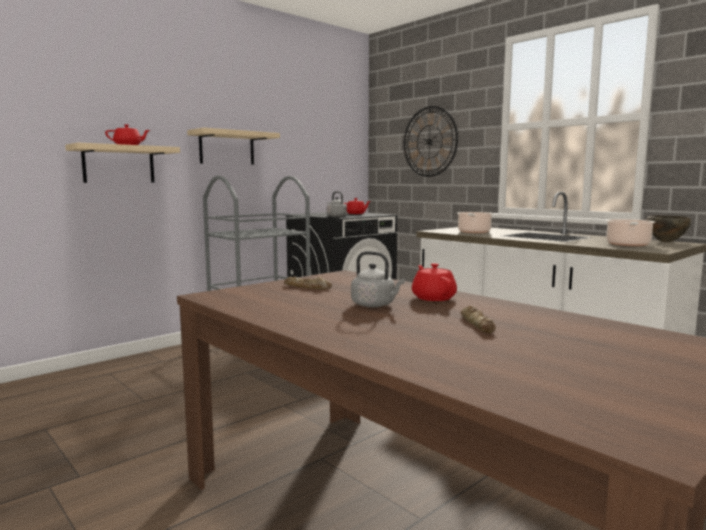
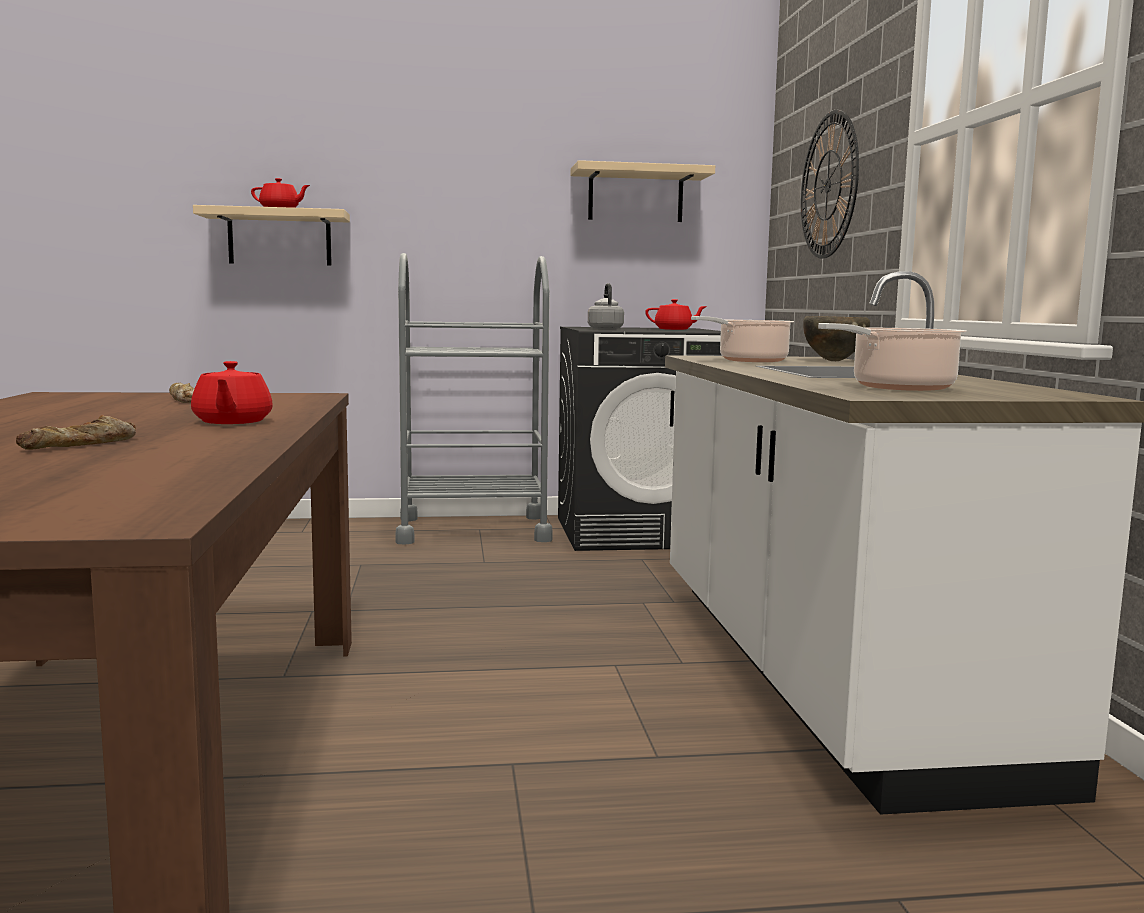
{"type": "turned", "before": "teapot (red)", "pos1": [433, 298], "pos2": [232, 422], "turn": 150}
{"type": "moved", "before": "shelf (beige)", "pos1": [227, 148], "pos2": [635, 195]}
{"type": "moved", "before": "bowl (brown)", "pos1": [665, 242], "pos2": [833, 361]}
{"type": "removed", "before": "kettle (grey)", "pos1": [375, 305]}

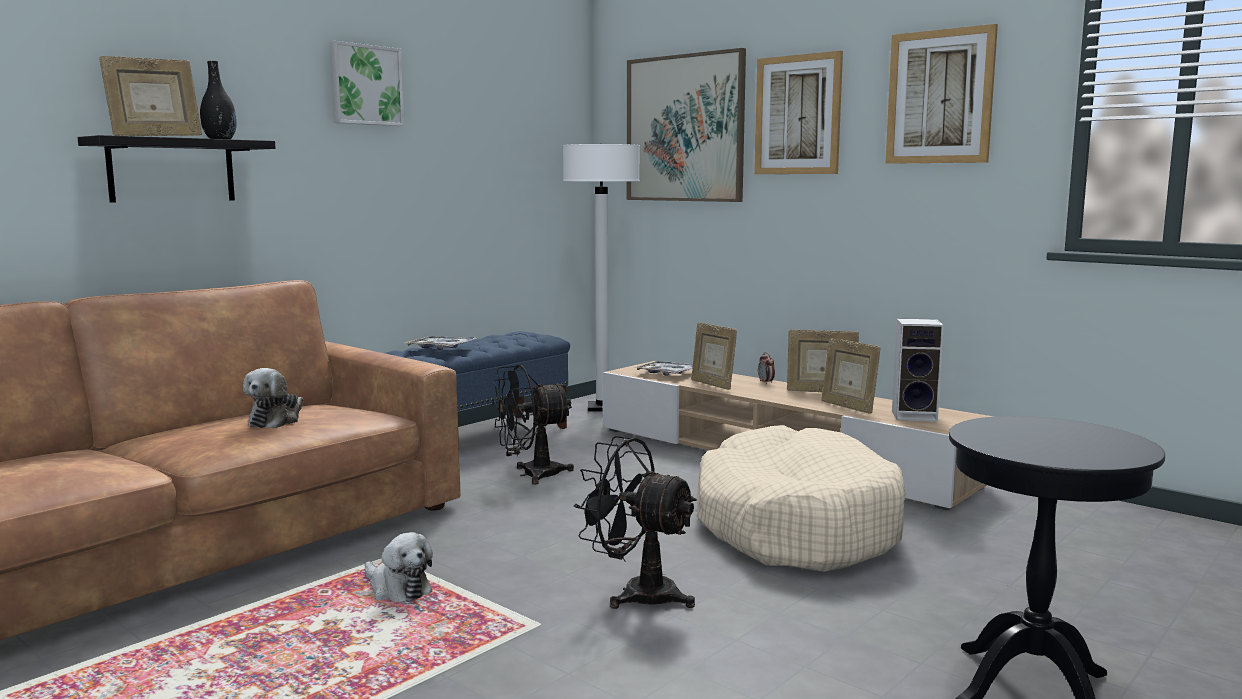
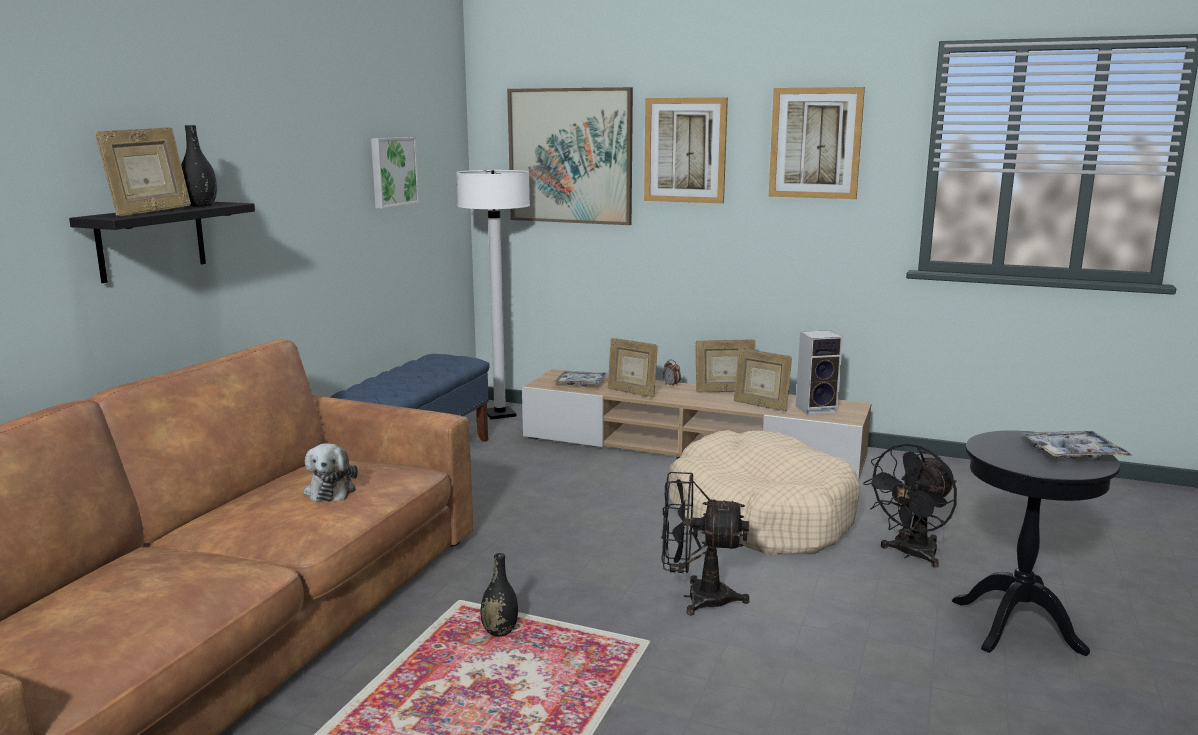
{"type": "moved", "before": "picture", "pos1": [365, 85], "pos2": [392, 171]}
{"type": "replaced", "before": "plush toy", "after": "vase (black)", "pos1": [397, 589], "pos2": [500, 631]}
{"type": "moved", "before": "fan (black)", "pos1": [531, 475], "pos2": [911, 555]}
{"type": "moved", "before": "tray", "pos1": [441, 348], "pos2": [1072, 454]}

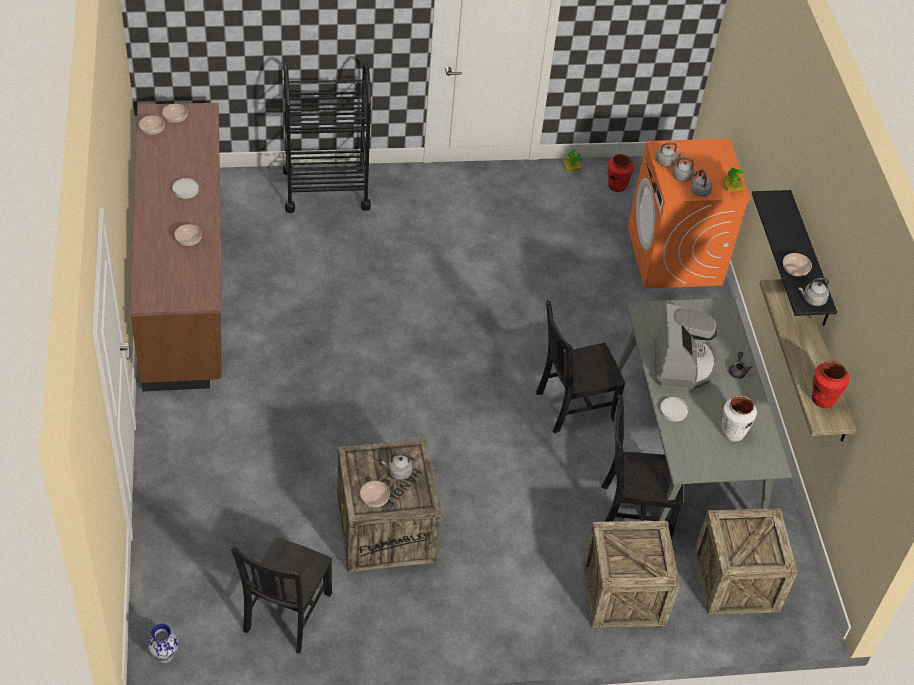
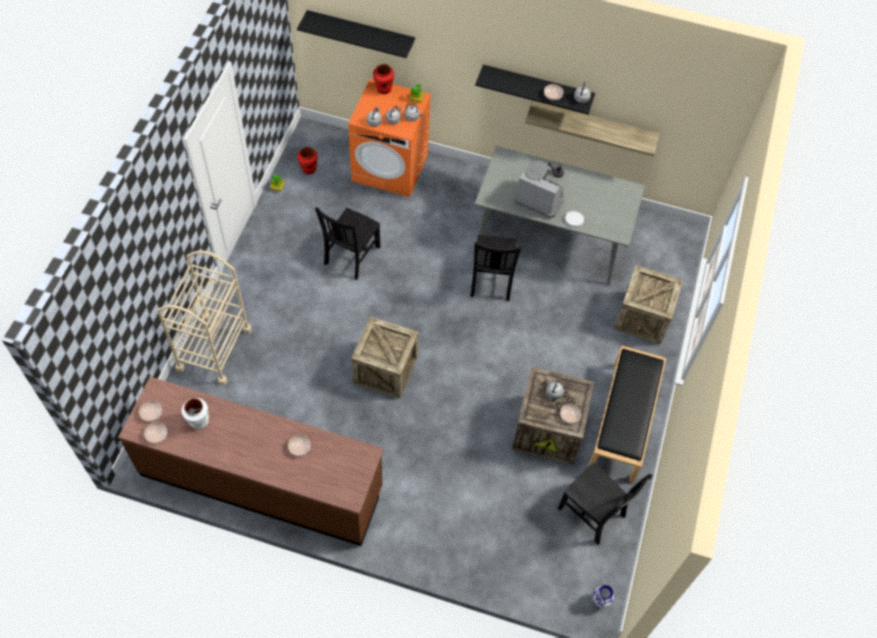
{"type": "recoloured", "before": "cart (black)", "after": "cart (beige)", "pos1": [326, 189], "pos2": [214, 349]}
{"type": "moved", "before": "vase (white)", "pos1": [732, 432], "pos2": [199, 421]}
{"type": "added", "after": "shelf (black)", "pos2": [361, 32]}
{"type": "moved", "before": "chair (black)", "pos1": [632, 511], "pos2": [351, 257]}
{"type": "moved", "before": "crate", "pos1": [736, 581], "pos2": [385, 369]}
{"type": "moved", "before": "vase (red)", "pos1": [822, 399], "pos2": [383, 89]}
{"type": "added", "after": "bench (black)", "pos2": [623, 422]}
{"type": "removed", "before": "plate (white)", "pos1": [185, 189]}

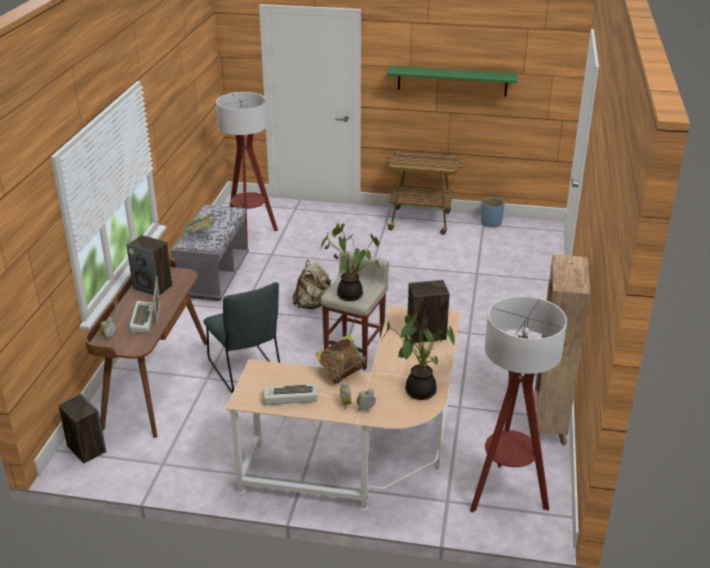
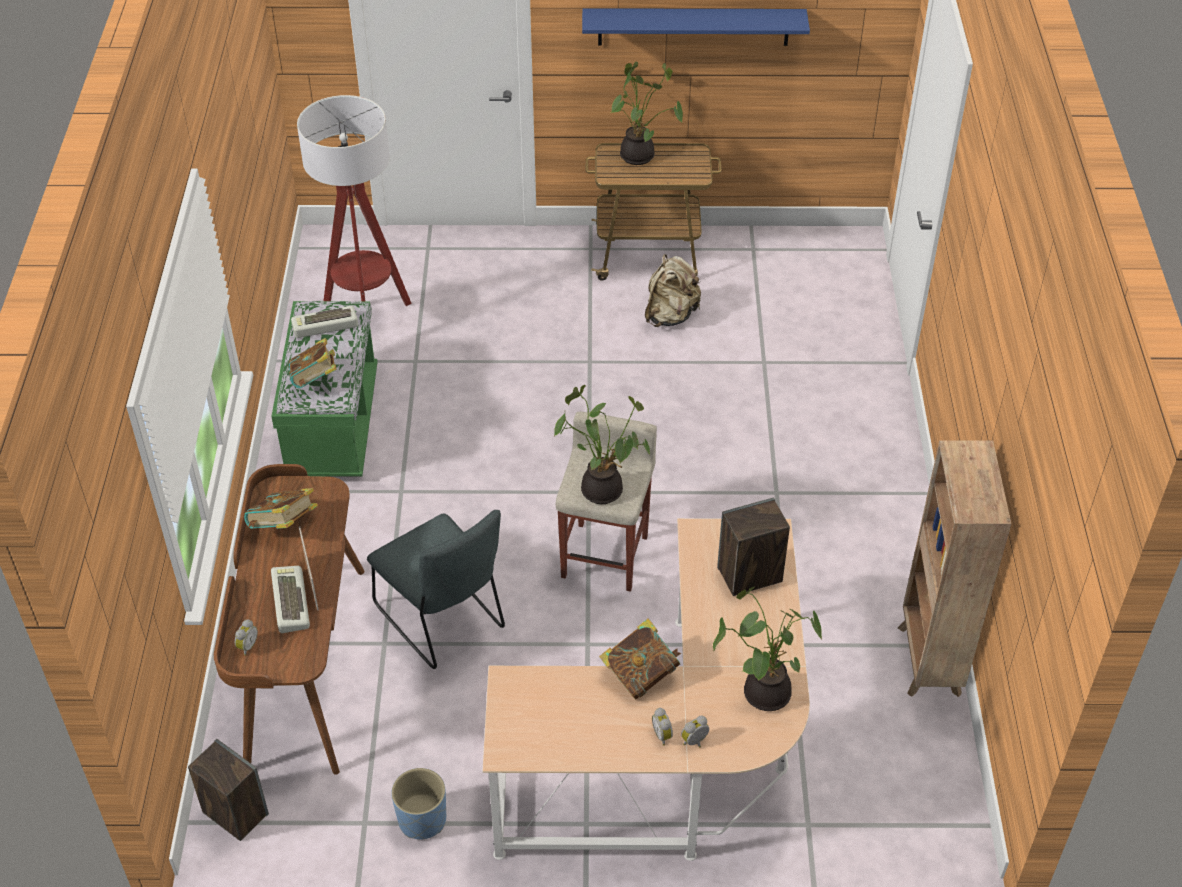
{"type": "replaced", "before": "speaker", "after": "book", "pos1": [153, 287], "pos2": [283, 526]}
{"type": "recoloured", "before": "bench (grey)", "after": "bench (green)", "pos1": [214, 277], "pos2": [332, 424]}
{"type": "moved", "before": "keyboard", "pos1": [289, 398], "pos2": [324, 326]}
{"type": "moved", "before": "planter (blue)", "pos1": [490, 223], "pos2": [422, 820]}
{"type": "recoloured", "before": "shelf (green)", "after": "shelf (blue)", "pos1": [452, 81], "pos2": [693, 26]}
{"type": "added", "after": "potted plant", "pos2": [640, 156]}
{"type": "moved", "before": "backpack (beige)", "pos1": [313, 304], "pos2": [670, 315]}
{"type": "removed", "before": "floor lamp", "pos1": [506, 494]}

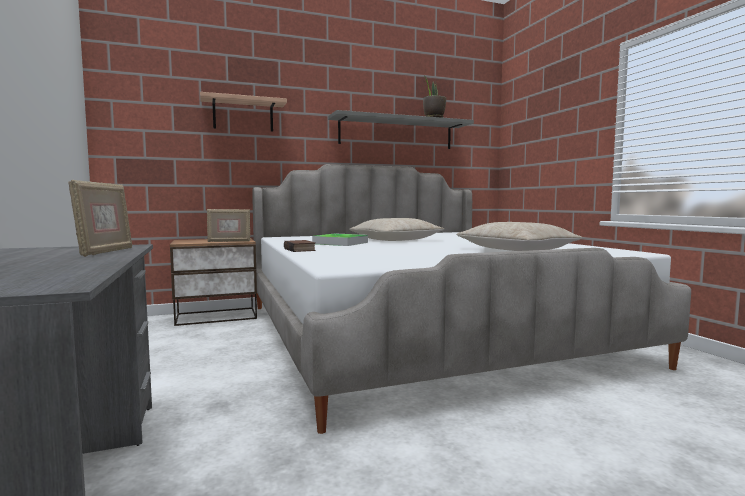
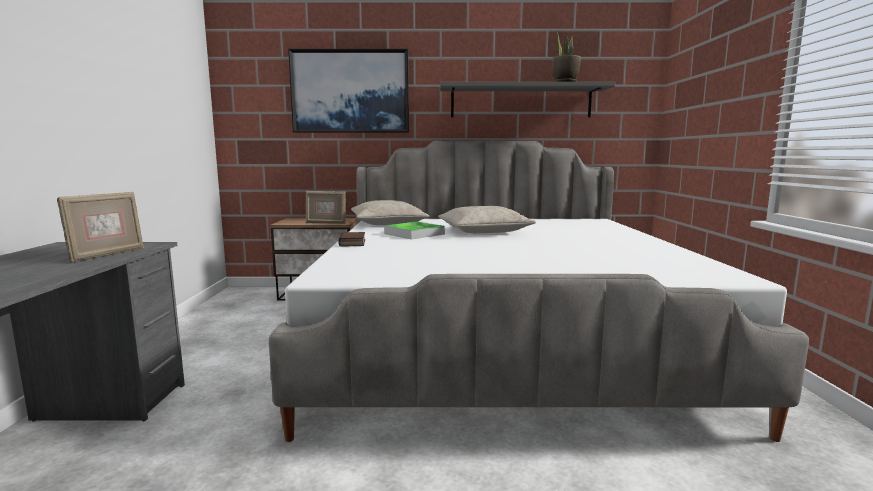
{"type": "replaced", "before": "shelf", "after": "picture", "pos1": [243, 115], "pos2": [350, 92]}
{"type": "moved", "before": "pillow (beige)", "pos1": [517, 249], "pos2": [388, 223]}

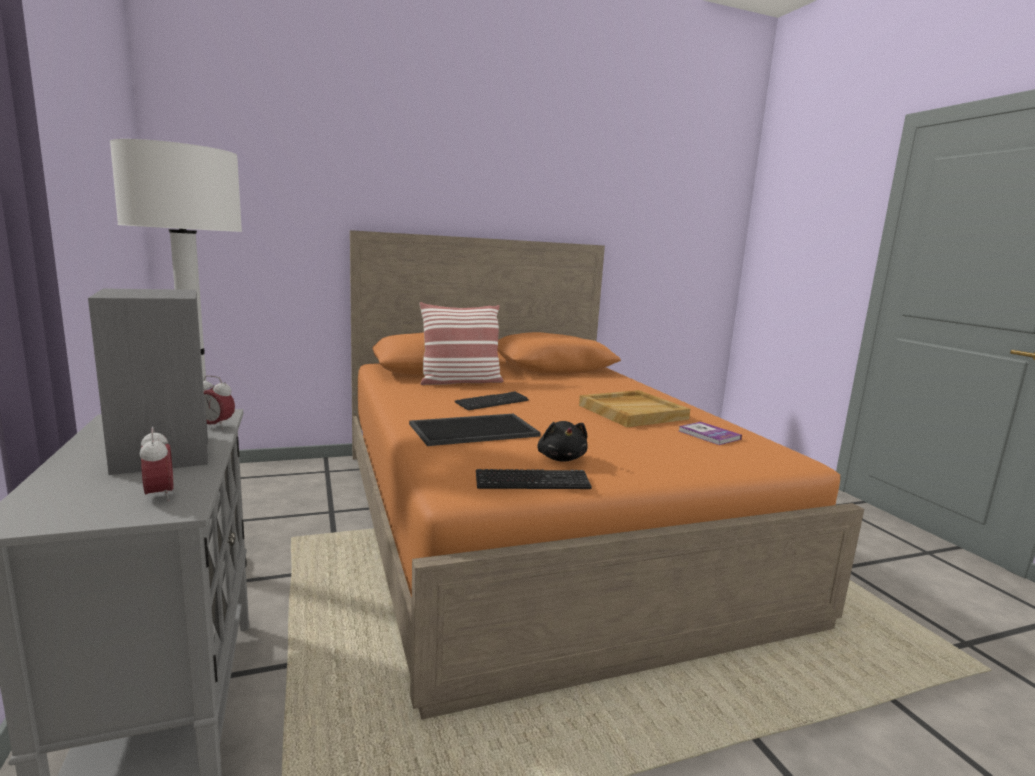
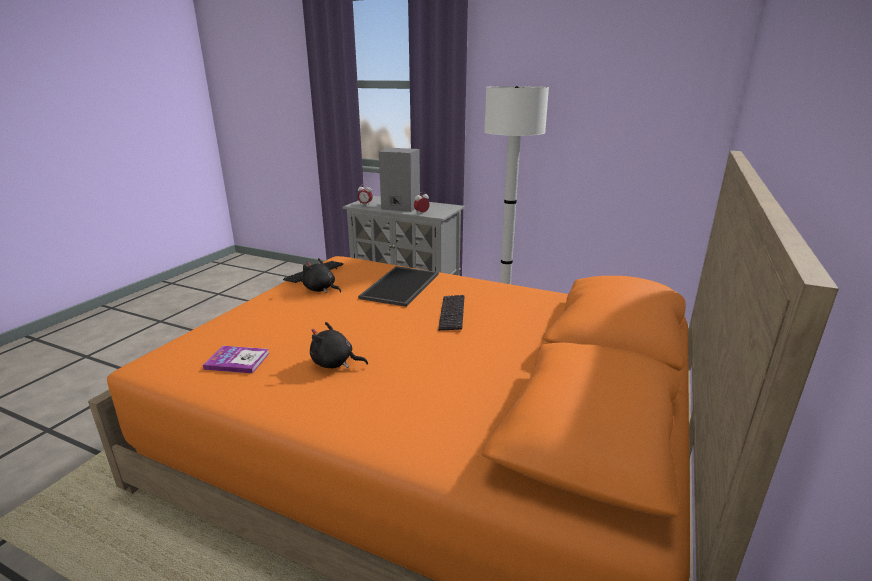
{"type": "replaced", "before": "tray (beige)", "after": "plush toy (black)", "pos1": [632, 412], "pos2": [335, 363]}
{"type": "removed", "before": "pillow", "pos1": [460, 382]}

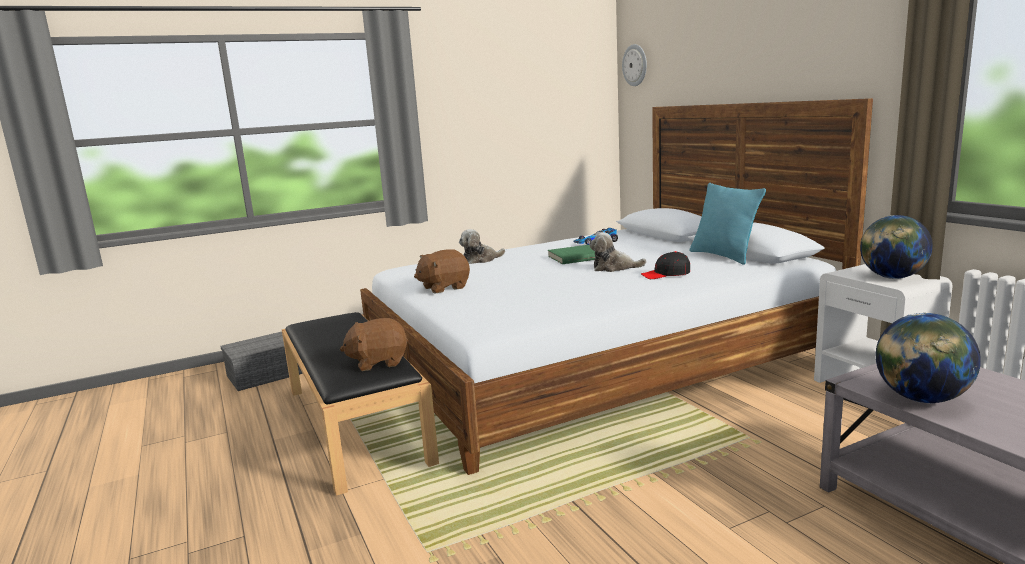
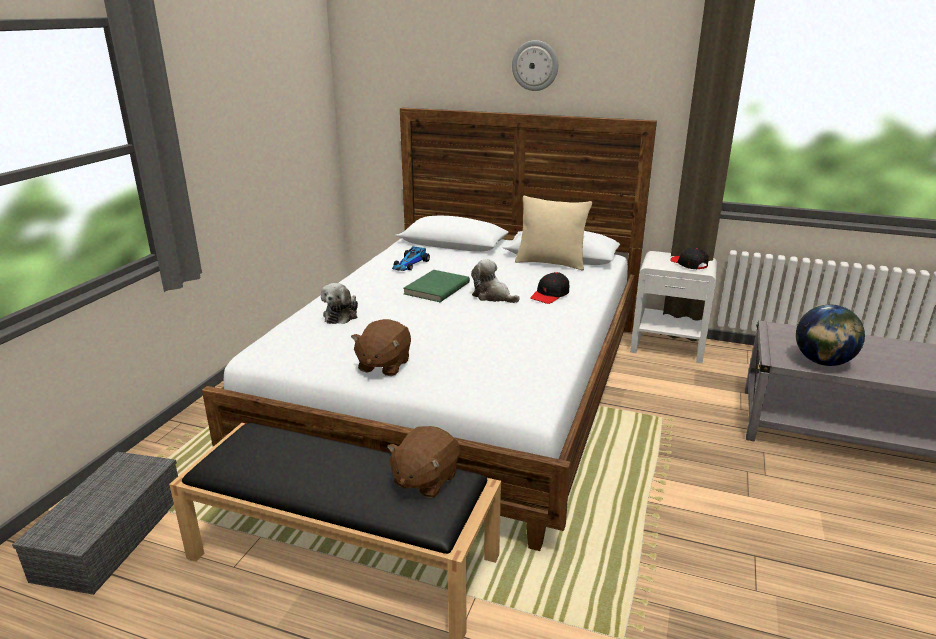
{"type": "turned", "before": "plush toy", "pos1": [614, 268], "pos2": [493, 296], "turn": 75}
{"type": "moved", "before": "wall clock", "pos1": [635, 65], "pos2": [535, 65]}
{"type": "recoloured", "before": "pillow (turquoise)", "after": "pillow (beige)", "pos1": [723, 256], "pos2": [550, 263]}
{"type": "replaced", "before": "globe", "after": "cap (black)", "pos1": [892, 277], "pos2": [688, 264]}

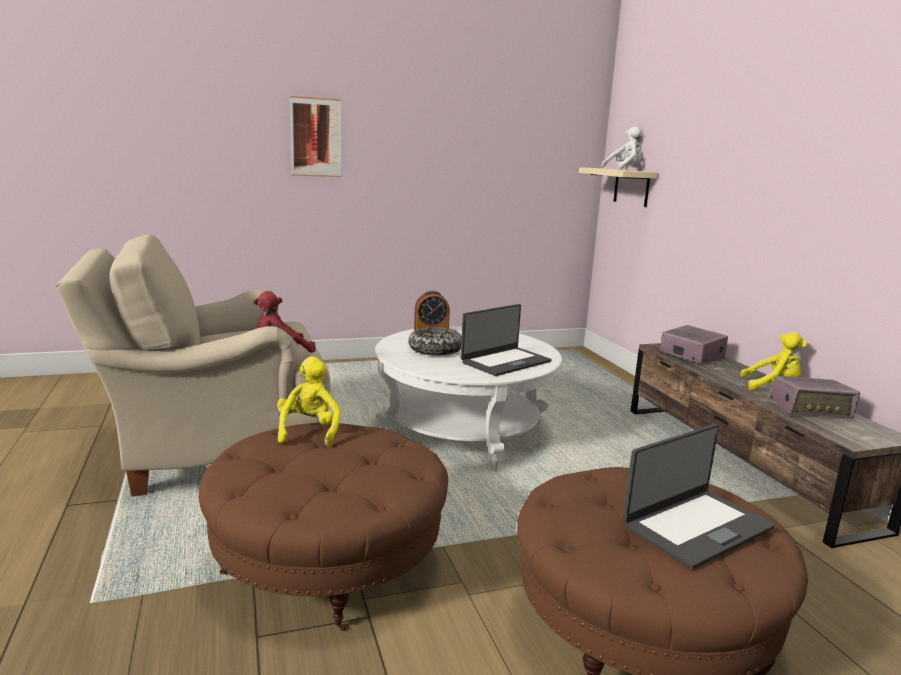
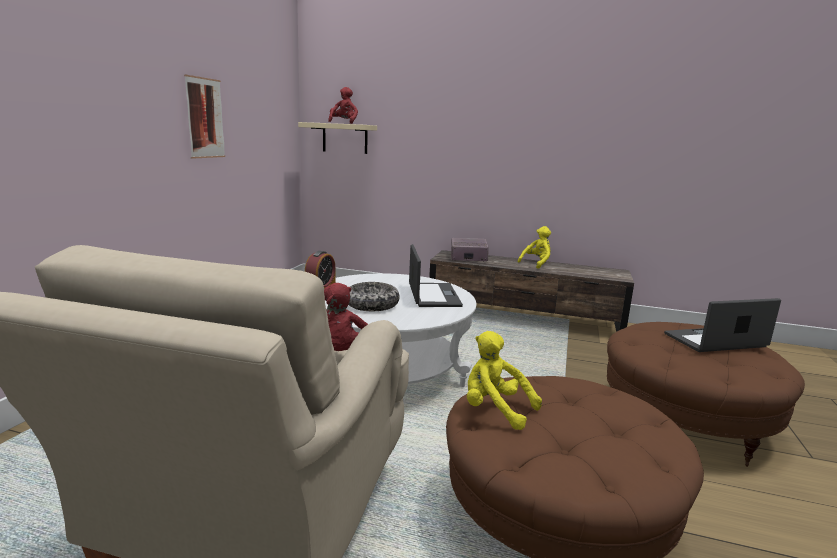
{"type": "moved", "before": "picture", "pos1": [316, 137], "pos2": [205, 118]}
{"type": "recoloured", "before": "plush toy (white)", "after": "plush toy (red)", "pos1": [624, 169], "pos2": [343, 123]}
{"type": "turned", "before": "laptop", "pos1": [696, 526], "pos2": [716, 341], "turn": -105}
{"type": "removed", "before": "radio", "pos1": [810, 410]}

